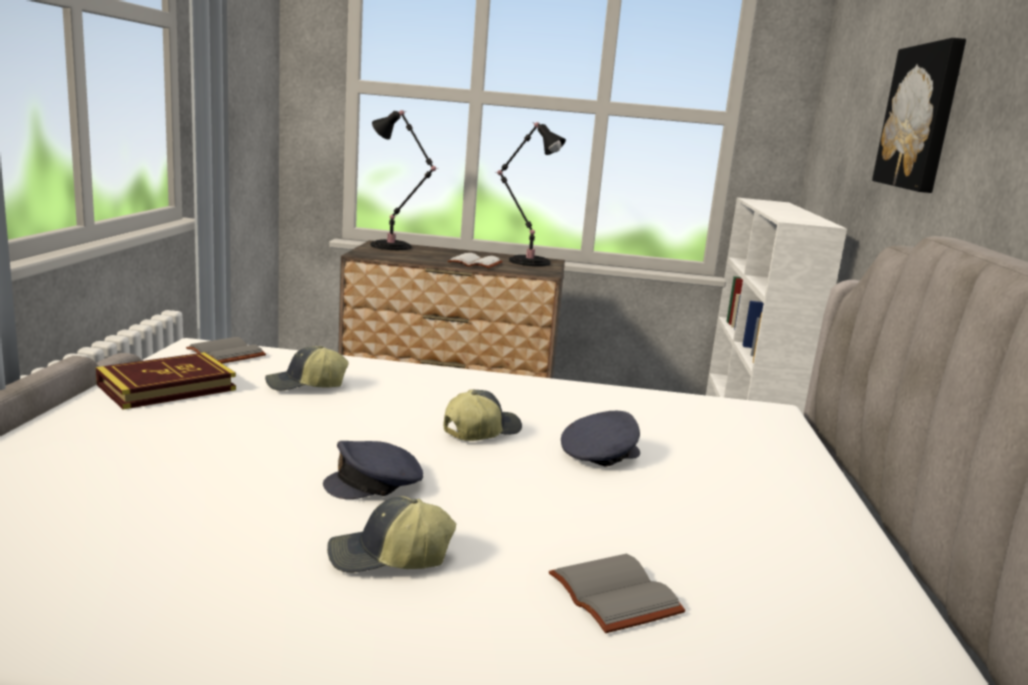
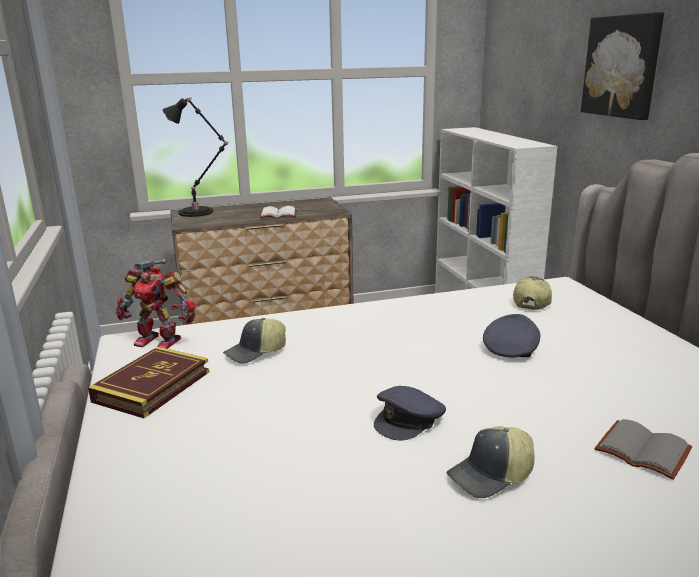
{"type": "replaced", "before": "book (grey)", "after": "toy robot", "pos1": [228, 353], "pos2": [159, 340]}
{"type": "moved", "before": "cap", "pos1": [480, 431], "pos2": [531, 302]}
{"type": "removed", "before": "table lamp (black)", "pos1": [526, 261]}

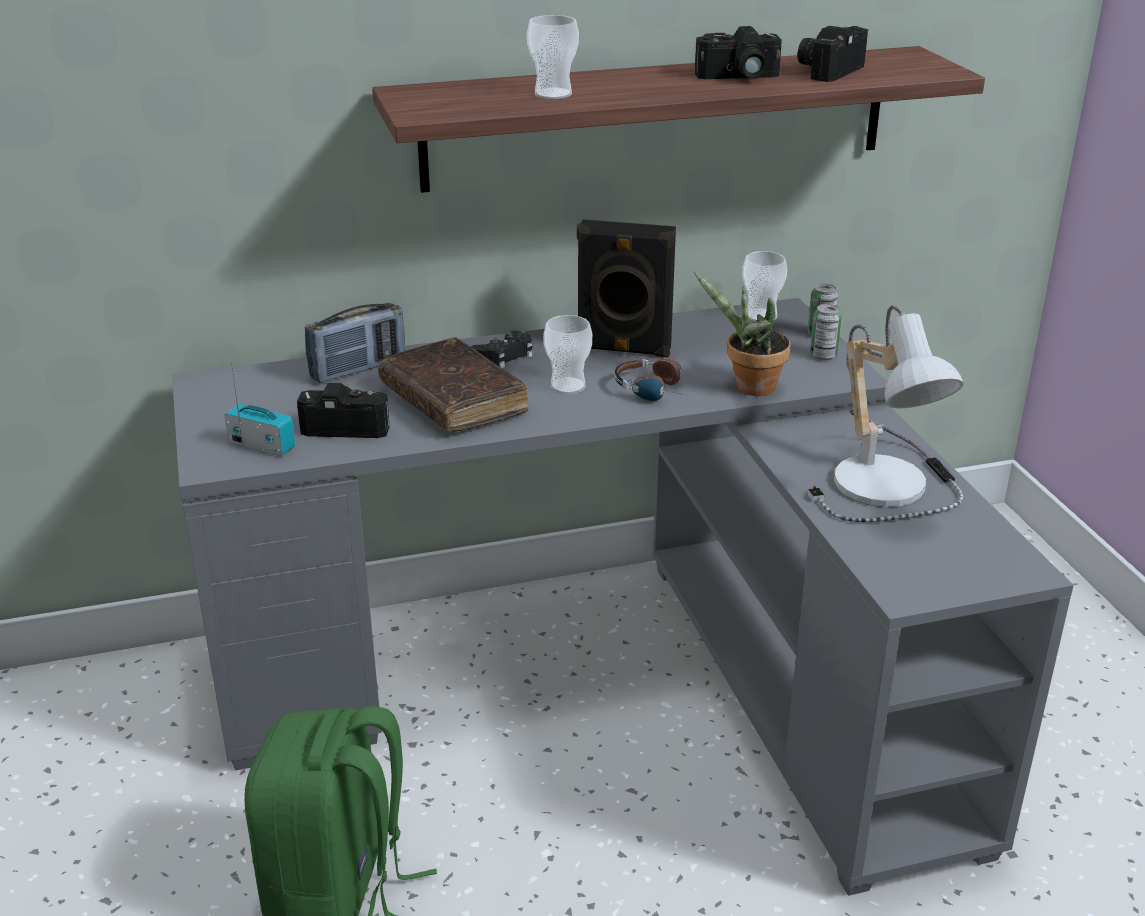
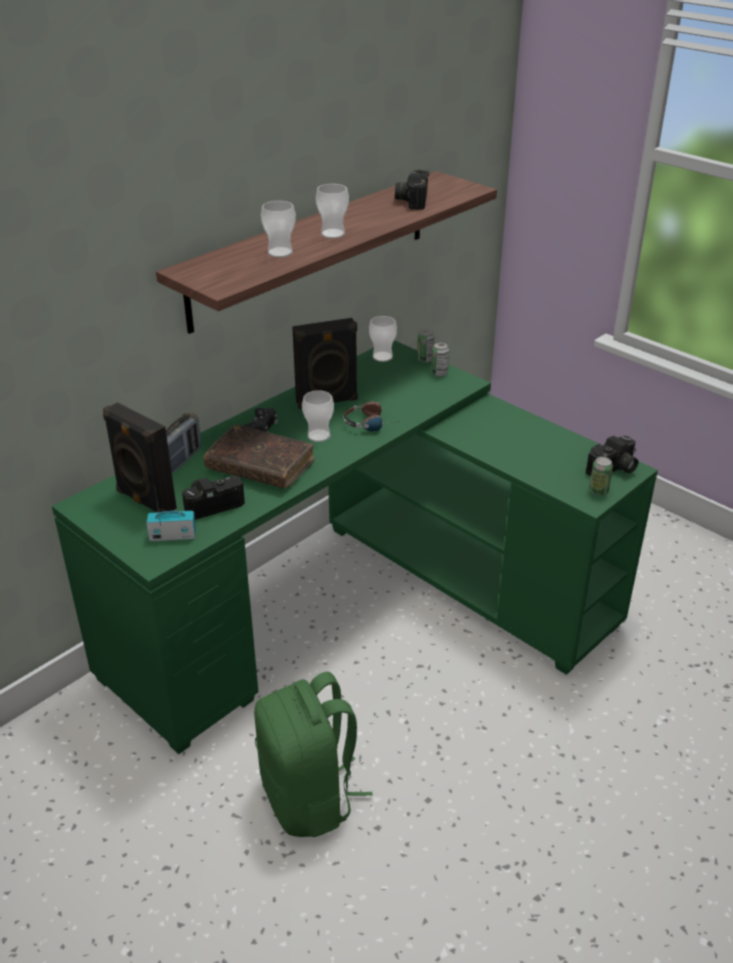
{"type": "recoloured", "before": "desk (grey)", "after": "desk (green)", "pos1": [613, 678], "pos2": [359, 605]}
{"type": "added", "after": "speaker (black)", "pos2": [145, 501]}
{"type": "added", "after": "cup", "pos2": [333, 234]}
{"type": "moved", "before": "photo camera", "pos1": [738, 77], "pos2": [613, 469]}
{"type": "added", "after": "can", "pos2": [598, 491]}
{"type": "removed", "before": "potted plant", "pos1": [749, 388]}
{"type": "removed", "before": "table lamp", "pos1": [890, 485]}

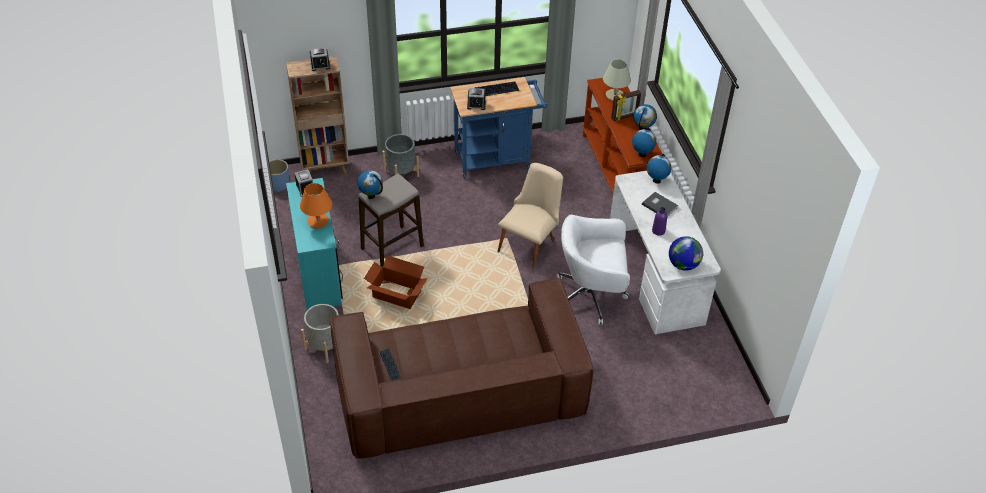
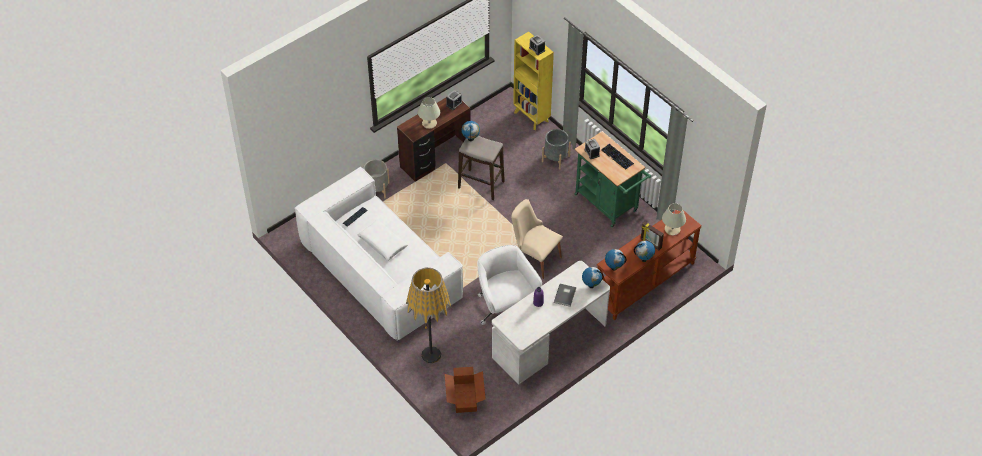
{"type": "recoloured", "before": "sofa (brown)", "after": "sofa (white)", "pos1": [459, 391], "pos2": [380, 270]}
{"type": "added", "after": "pillow (white)", "pos2": [383, 243]}
{"type": "recoloured", "before": "desk (turquoise)", "after": "desk (brown)", "pos1": [319, 272], "pos2": [436, 158]}
{"type": "added", "after": "floor lamp", "pos2": [431, 354]}
{"type": "recoloured", "before": "table lamp (orange)", "after": "table lamp (beige)", "pos1": [318, 221], "pos2": [429, 123]}
{"type": "moved", "before": "cardboard box", "pos1": [397, 295], "pos2": [464, 398]}
{"type": "turned", "before": "chair (beige)", "pos1": [530, 243], "pos2": [534, 257], "turn": -150}
{"type": "recoloured", "before": "bookcase (brown)", "after": "bookcase (yellow)", "pos1": [325, 169], "pos2": [531, 117]}
{"type": "recoloured", "before": "cart (blue)", "after": "cart (green)", "pos1": [497, 159], "pos2": [609, 205]}
{"type": "removed", "before": "planter (blue)", "pos1": [279, 184]}
{"type": "removed", "before": "globe", "pos1": [683, 264]}

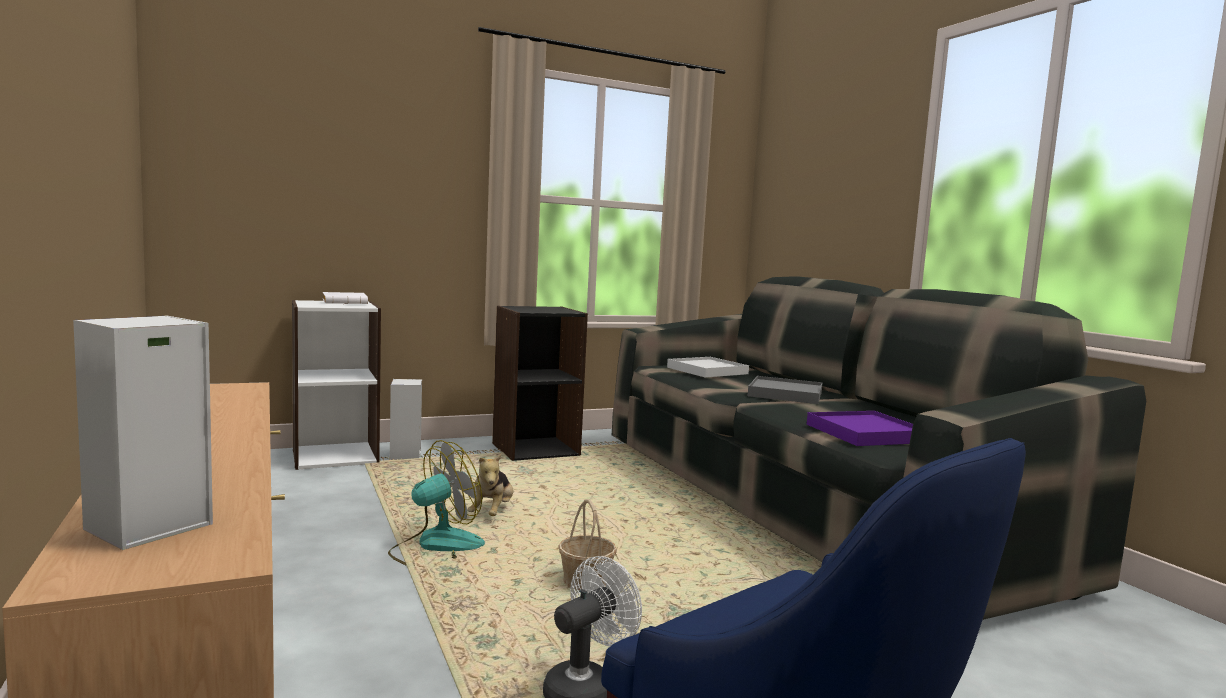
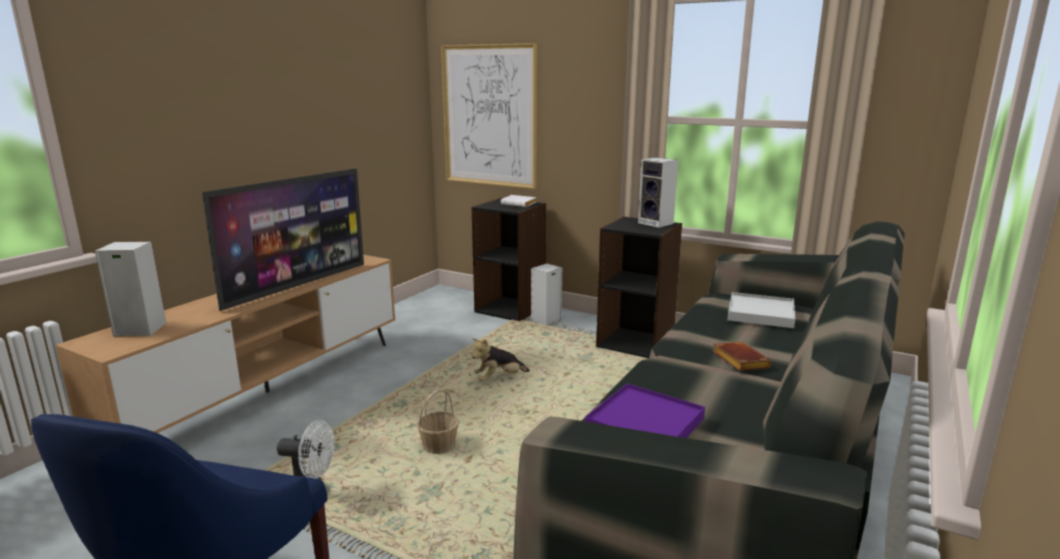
{"type": "added", "after": "television", "pos2": [297, 285]}
{"type": "added", "after": "picture", "pos2": [489, 116]}
{"type": "recoloured", "before": "bookcase (white)", "after": "bookcase (black)", "pos1": [335, 455], "pos2": [511, 309]}
{"type": "added", "after": "speaker", "pos2": [657, 223]}
{"type": "replaced", "before": "tray (grey)", "after": "book (brown)", "pos1": [785, 394], "pos2": [738, 360]}
{"type": "removed", "before": "fan", "pos1": [436, 548]}

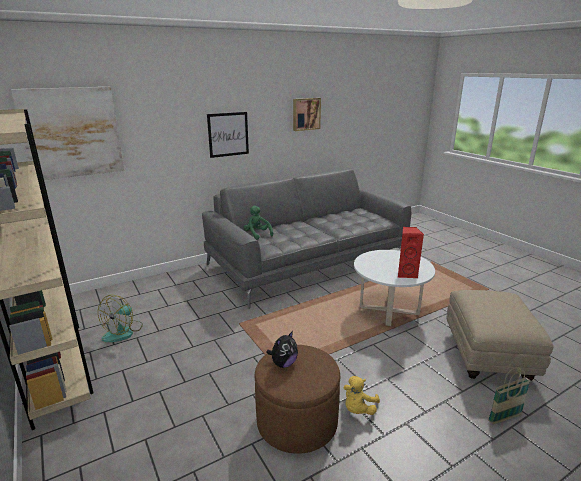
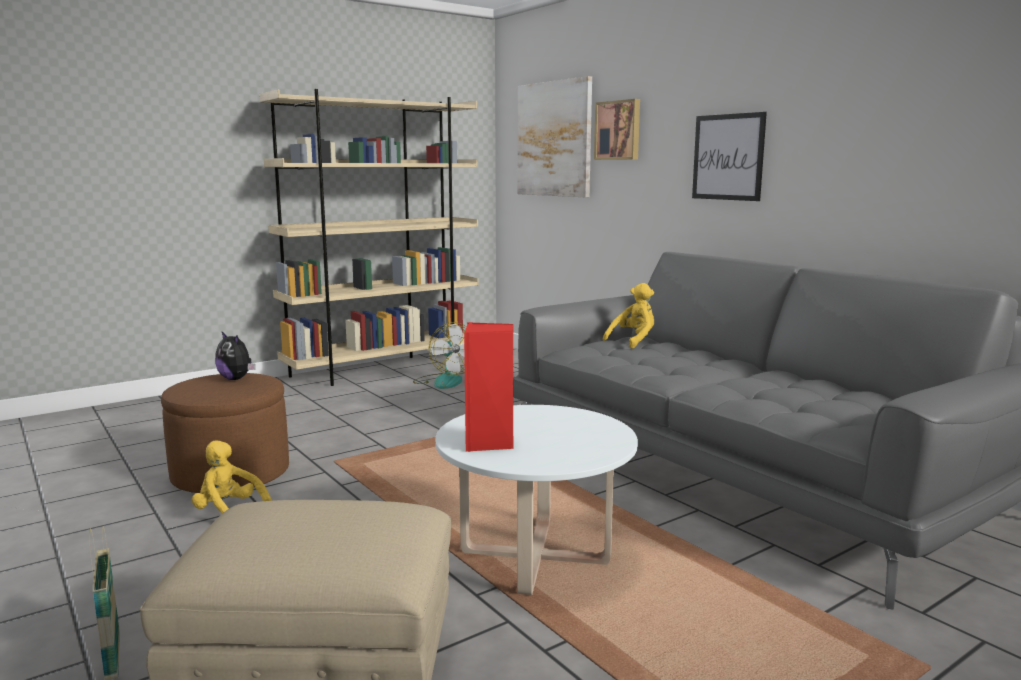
{"type": "turned", "before": "fan", "pos1": [123, 332], "pos2": [444, 381], "turn": -135}
{"type": "moved", "before": "picture", "pos1": [306, 114], "pos2": [618, 130]}
{"type": "recoloured", "before": "plush toy (green)", "after": "plush toy (yellow)", "pos1": [257, 234], "pos2": [633, 341]}

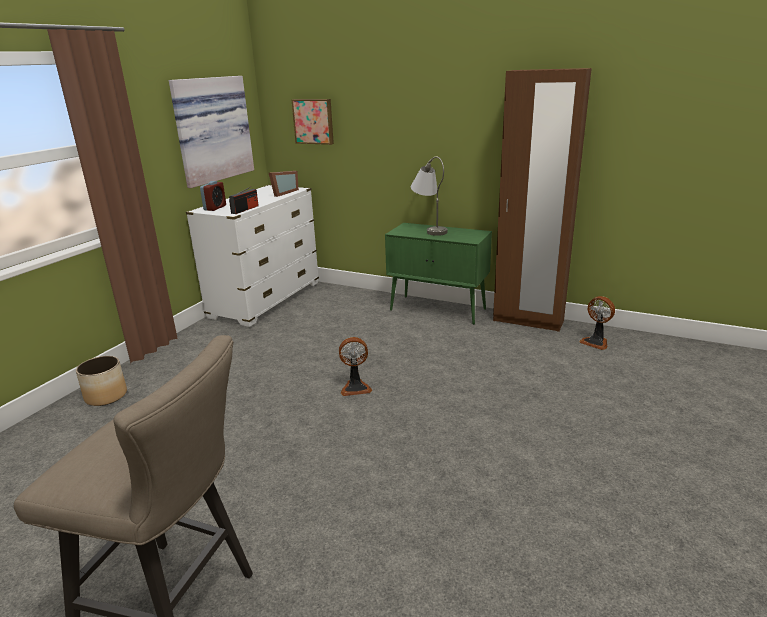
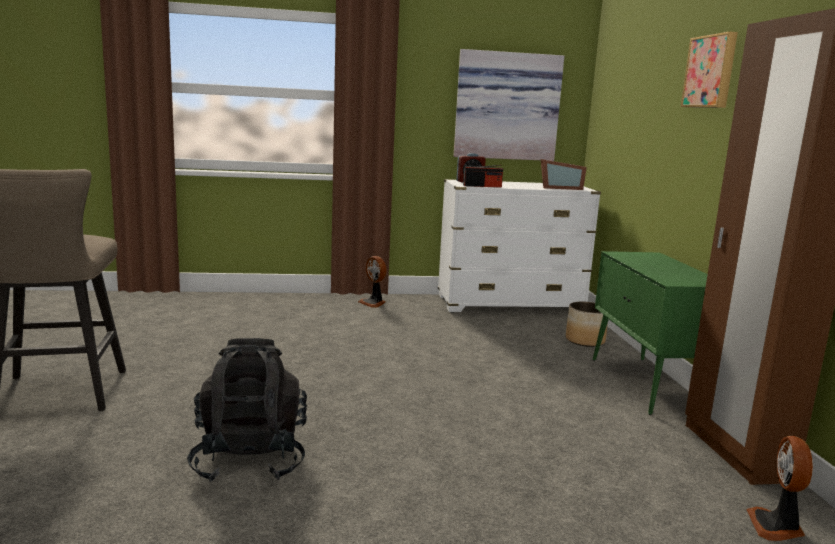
{"type": "added", "after": "backpack (black)", "pos2": [250, 459]}
{"type": "moved", "before": "fan", "pos1": [355, 387], "pos2": [373, 303]}
{"type": "moved", "before": "planter", "pos1": [106, 396], "pos2": [585, 341]}
{"type": "moved", "before": "picture", "pos1": [314, 121], "pos2": [711, 72]}
{"type": "removed", "before": "table lamp (grey)", "pos1": [429, 229]}

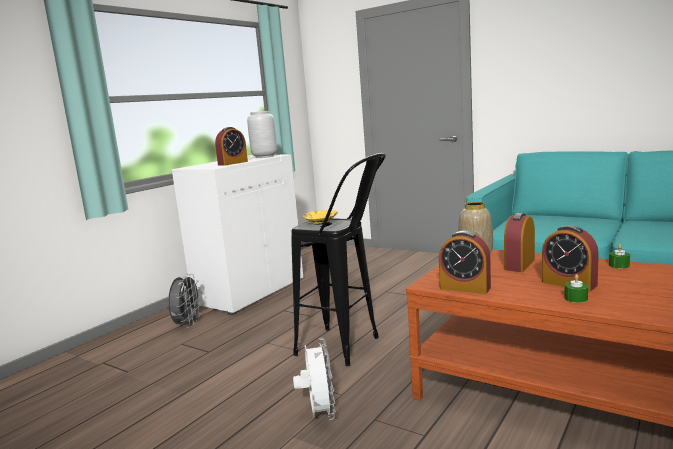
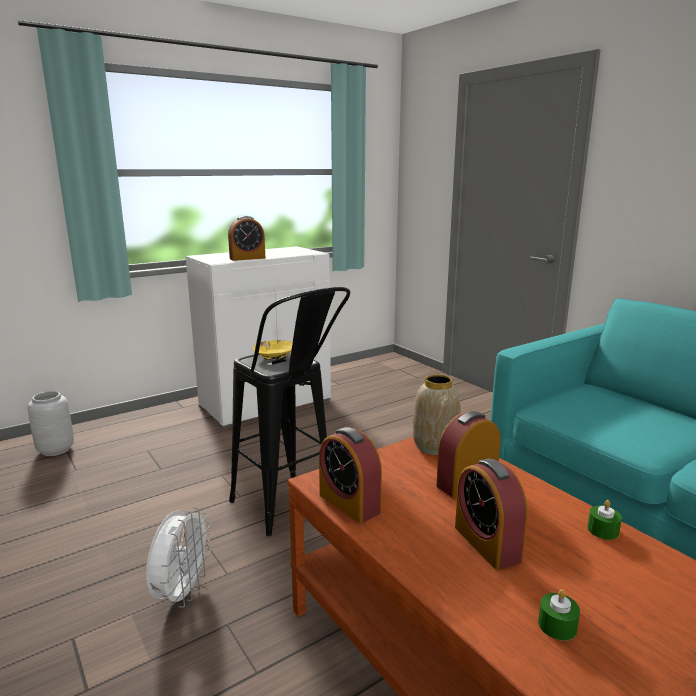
{"type": "moved", "before": "vase (grey)", "pos1": [264, 156], "pos2": [56, 450]}
{"type": "moved", "before": "candle (green)", "pos1": [576, 298], "pos2": [557, 625]}
{"type": "removed", "before": "fan (grey)", "pos1": [187, 325]}

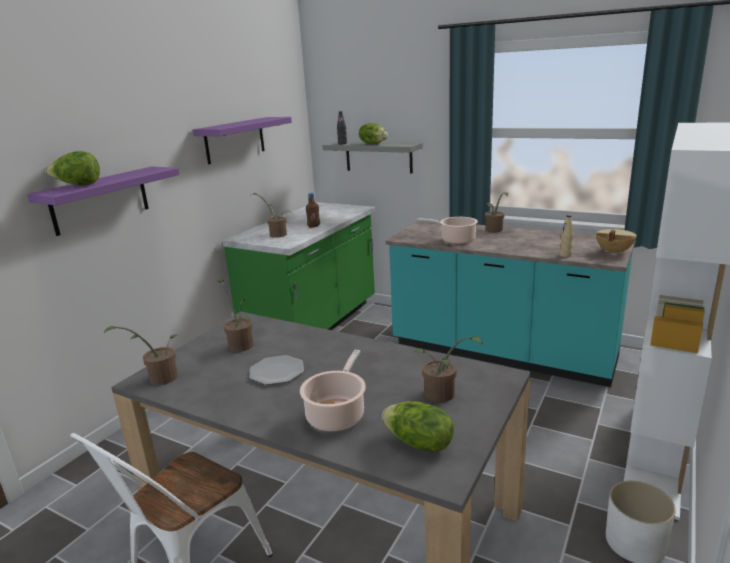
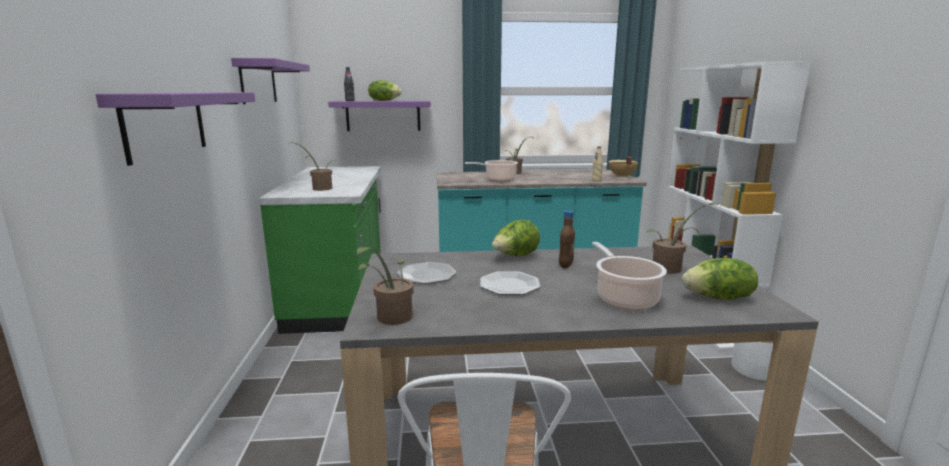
{"type": "recoloured", "before": "shelf (grey)", "after": "shelf (purple)", "pos1": [378, 157], "pos2": [383, 116]}
{"type": "replaced", "before": "potted plant", "after": "plate", "pos1": [240, 344], "pos2": [426, 275]}
{"type": "moved", "before": "lettuce", "pos1": [78, 185], "pos2": [515, 256]}
{"type": "moved", "before": "bottle (brown)", "pos1": [314, 226], "pos2": [565, 265]}

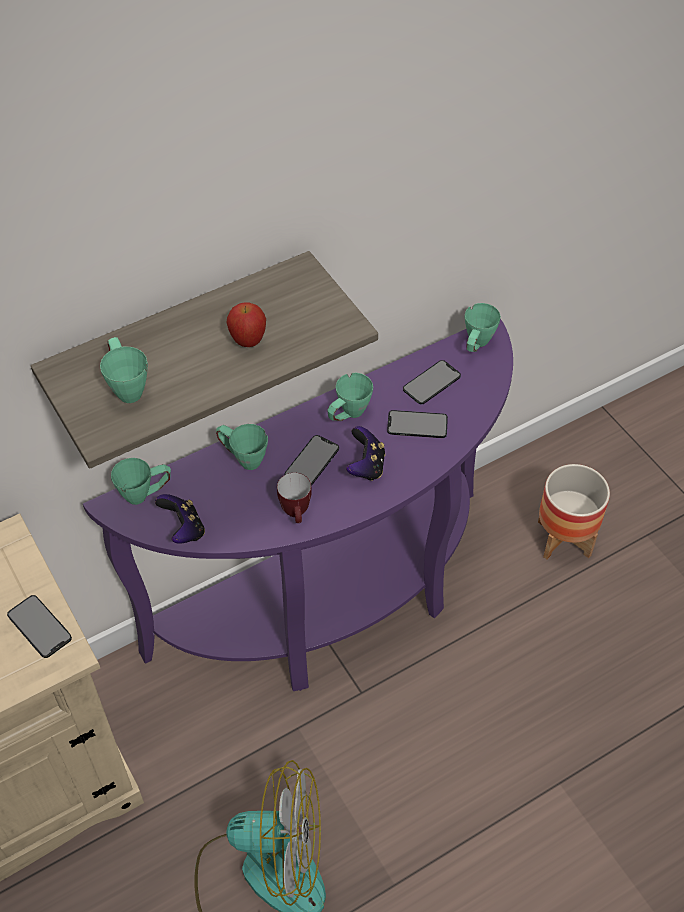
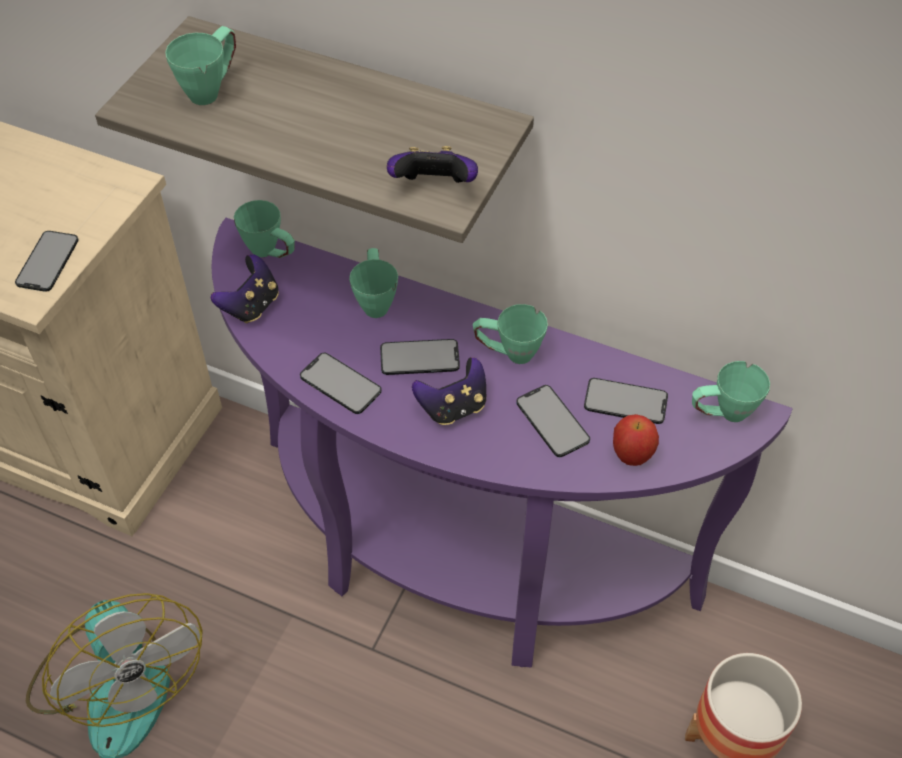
{"type": "replaced", "before": "mug", "after": "phone", "pos1": [296, 514], "pos2": [340, 383]}
{"type": "added", "after": "game controller", "pos2": [434, 187]}
{"type": "moved", "before": "apple", "pos1": [248, 341], "pos2": [631, 456]}

